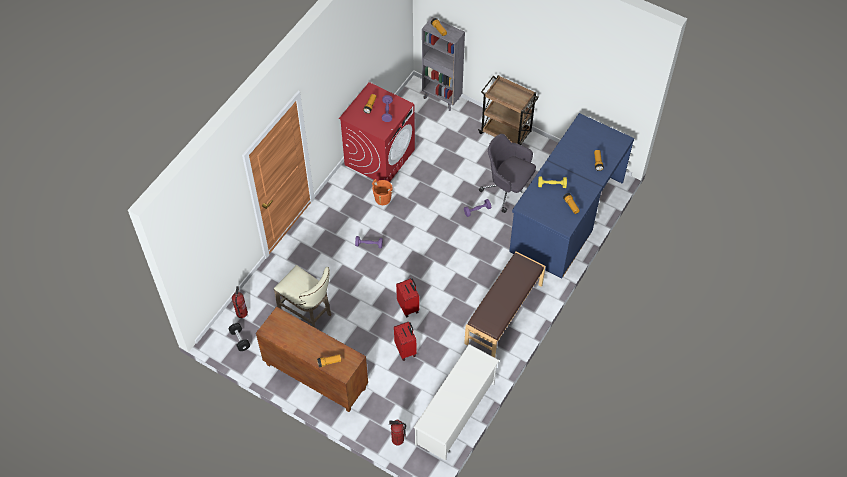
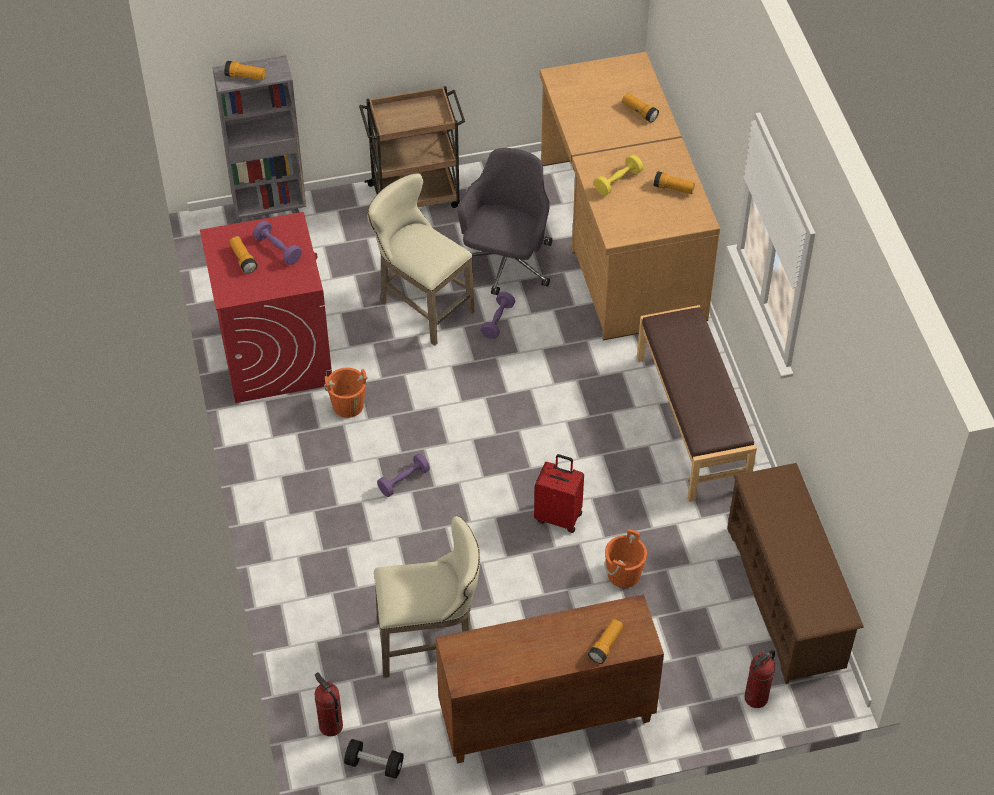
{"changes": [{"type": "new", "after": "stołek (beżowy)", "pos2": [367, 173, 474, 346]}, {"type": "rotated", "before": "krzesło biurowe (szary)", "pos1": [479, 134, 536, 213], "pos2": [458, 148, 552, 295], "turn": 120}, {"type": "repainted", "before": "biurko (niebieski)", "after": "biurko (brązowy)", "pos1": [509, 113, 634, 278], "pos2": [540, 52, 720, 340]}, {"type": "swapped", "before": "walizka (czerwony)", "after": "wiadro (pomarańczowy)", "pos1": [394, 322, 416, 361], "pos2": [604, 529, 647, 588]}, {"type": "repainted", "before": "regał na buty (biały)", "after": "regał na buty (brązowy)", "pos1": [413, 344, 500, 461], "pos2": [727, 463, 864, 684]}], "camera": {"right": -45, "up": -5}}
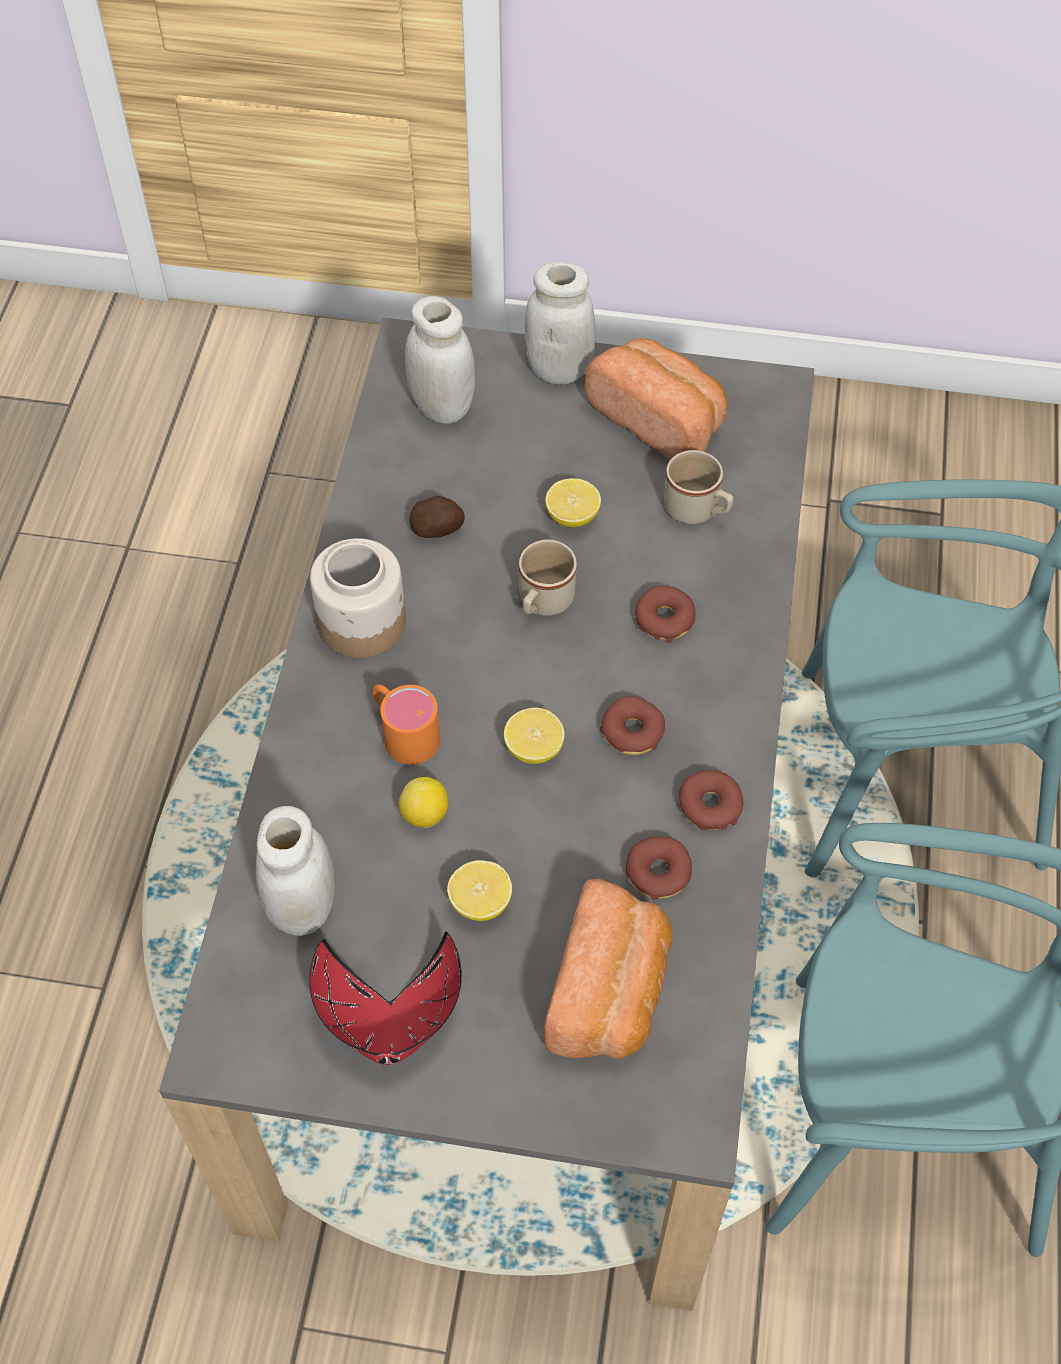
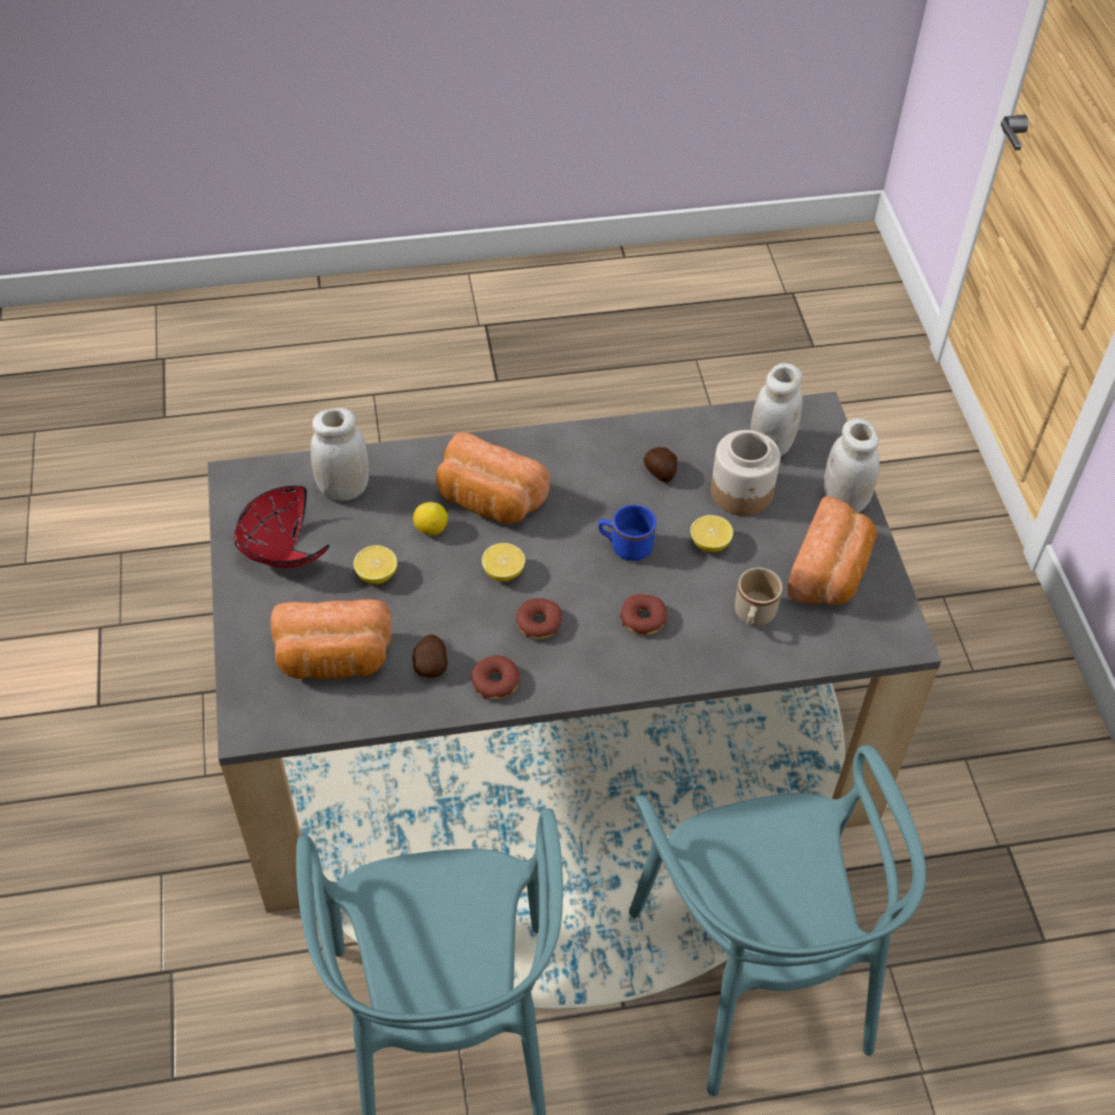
{"changes": [{"type": "swapped", "before": "donut", "after": "ziemniak", "pos1": [626, 837, 692, 900], "pos2": [412, 634, 448, 678]}, {"type": "swapped", "before": "kubek (pomarańczowy)", "after": "chleb", "pos1": [372, 684, 440, 765], "pos2": [436, 432, 550, 524]}, {"type": "repainted", "before": "kubek (beżowy)", "after": "kubek (niebieski)", "pos1": [519, 539, 577, 616], "pos2": [598, 505, 656, 561]}, {"type": "shifted", "before": "słoik", "pos1": [310, 538, 406, 658], "pos2": [711, 430, 780, 516]}], "camera": {"right": 70, "up": -5}}
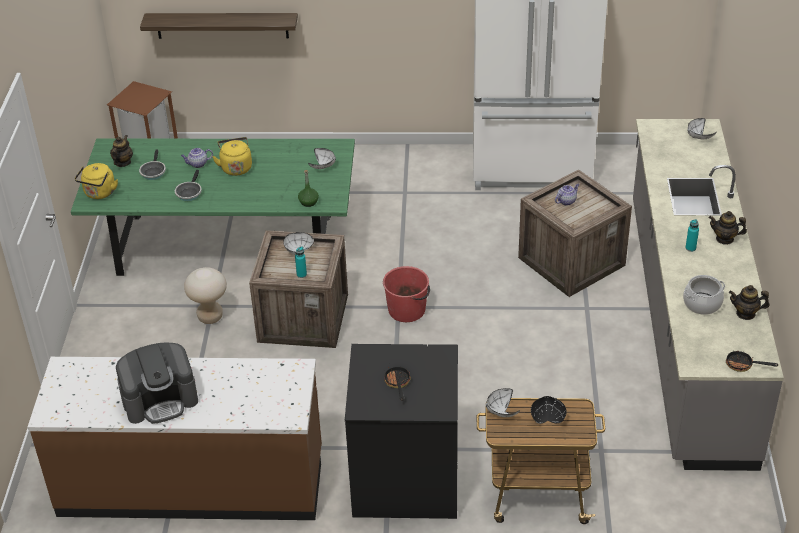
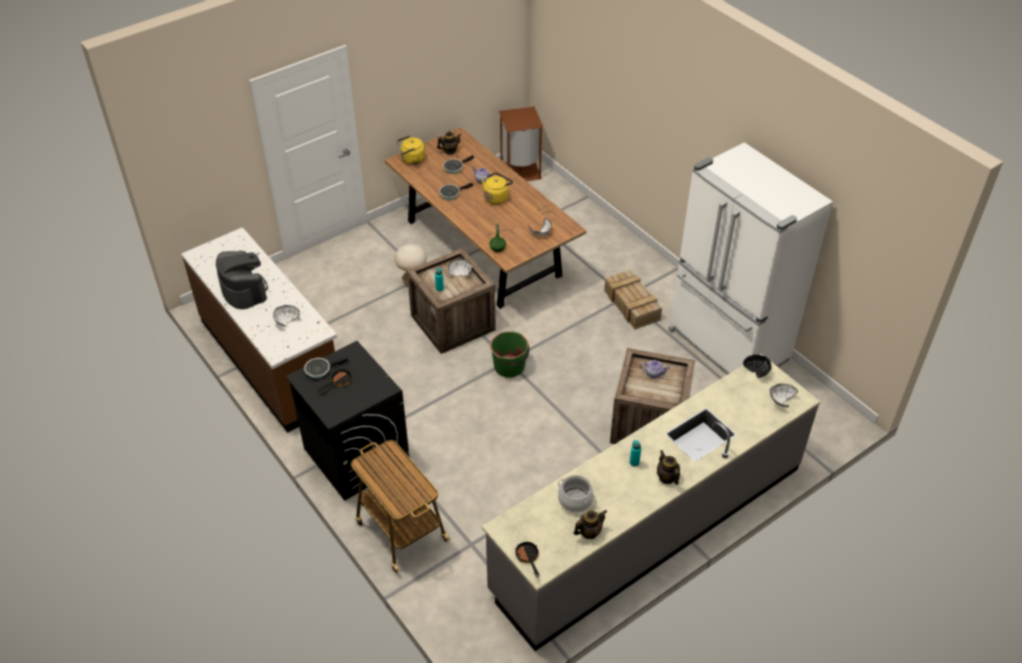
{"changes": [{"type": "rotated", "before": "ekspres do kawy", "pos1": [116, 342, 198, 424], "pos2": [216, 251, 268, 309], "turn": -150}, {"type": "shifted", "before": "miska (biały)", "pos1": [486, 388, 520, 417], "pos2": [273, 305, 300, 327]}, {"type": "new", "after": "patelnia", "pos2": [304, 357, 349, 378]}, {"type": "repainted", "before": "stół jadalny (zielony)", "after": "stół jadalny (brązowy)", "pos1": [71, 139, 355, 276], "pos2": [385, 127, 587, 309]}, {"type": "repainted", "before": "wiadro (czerwony)", "after": "wiadro (zielony)", "pos1": [383, 266, 430, 322], "pos2": [490, 331, 529, 378]}, {"type": "rotated", "before": "imbryk", "pos1": [729, 285, 770, 320], "pos2": [574, 510, 607, 539], "turn": 90}, {"type": "new", "after": "skrzynka", "pos2": [604, 270, 662, 329]}, {"type": "shifted", "before": "miska (czarny)", "pos1": [531, 396, 567, 424], "pos2": [743, 355, 772, 378]}, {"type": "gone", "before": "półka", "pos1": [140, 13, 298, 39]}], "camera": {"right": 50, "up": 5}}
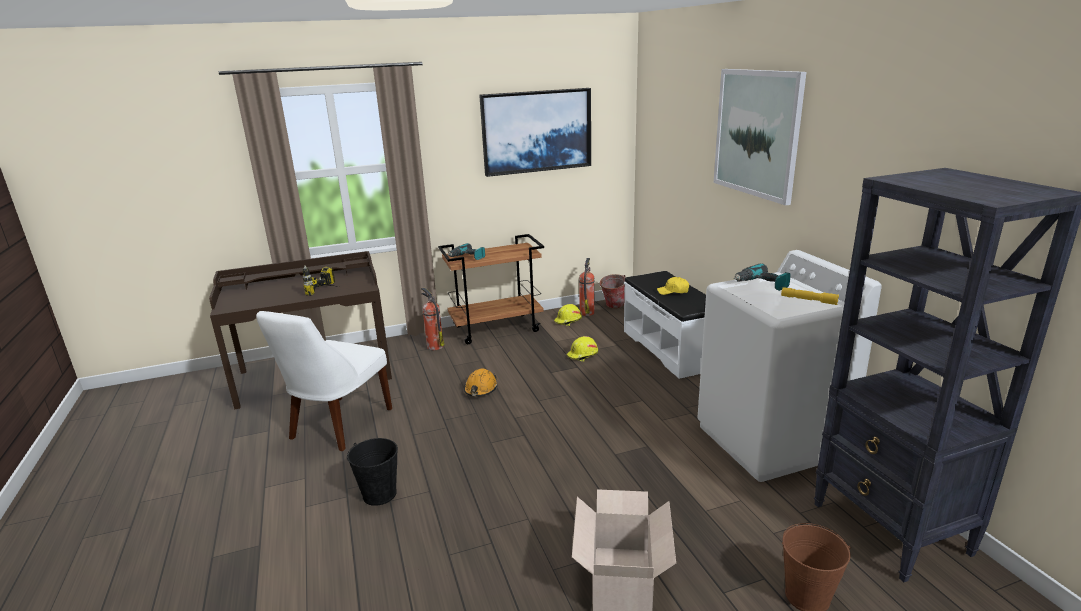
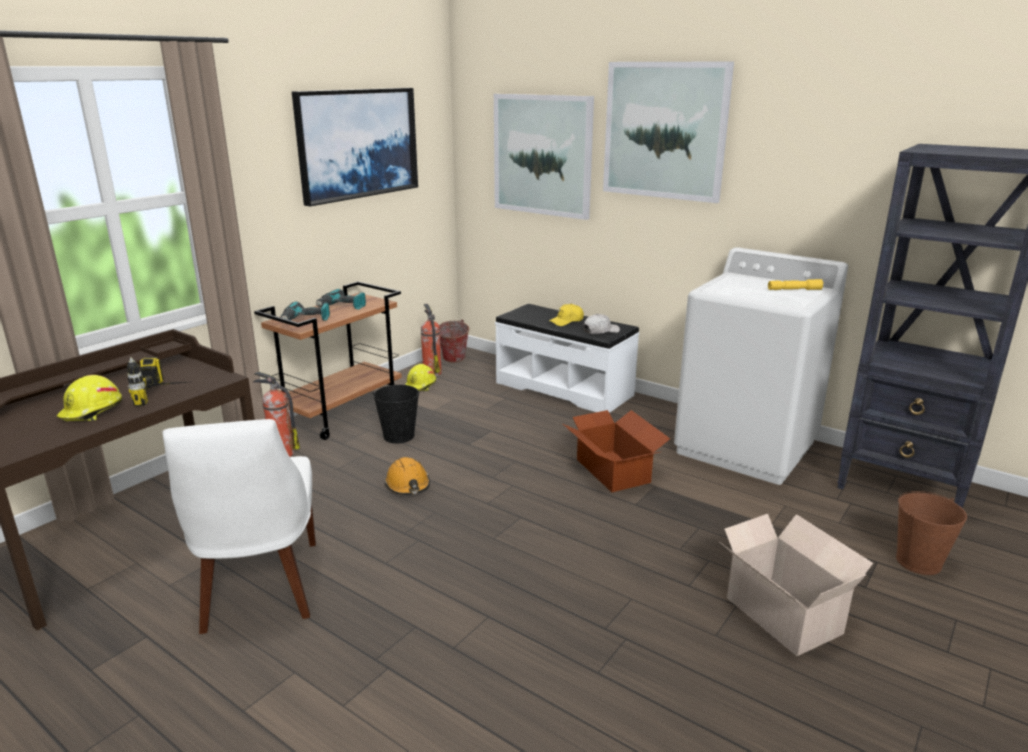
{"changes": [{"type": "shifted", "before": "kask (żółty)", "pos1": [567, 336, 598, 362], "pos2": [57, 375, 122, 421]}, {"type": "shifted", "before": "wiertarka", "pos1": [734, 264, 791, 291], "pos2": [316, 289, 366, 310]}, {"type": "shifted", "before": "wiadro (czarny)", "pos1": [347, 438, 398, 506], "pos2": [373, 385, 420, 443]}, {"type": "new", "after": "obraz", "pos2": [494, 94, 594, 220]}, {"type": "new", "after": "karton", "pos2": [563, 410, 670, 492]}, {"type": "new", "after": "czapka z daszkiem (biały)", "pos2": [583, 314, 620, 334]}], "camera": {"right": -35, "up": 0}}
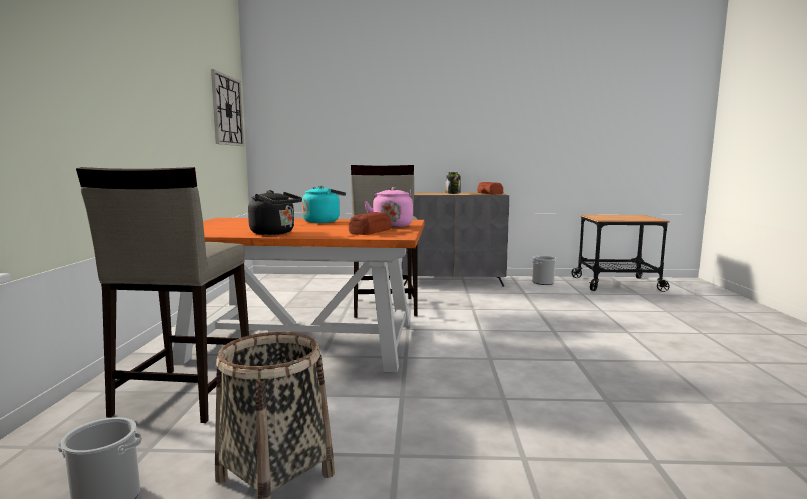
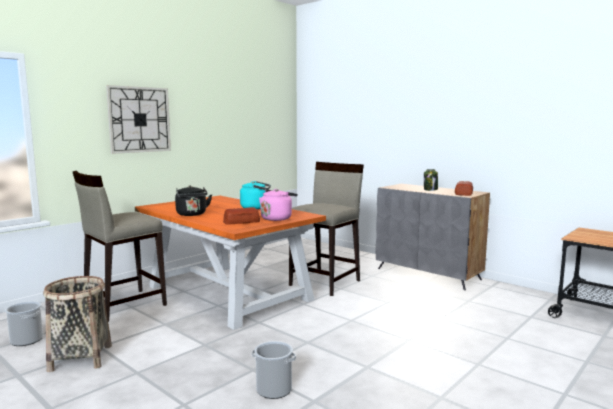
{"changes": [{"type": "shifted", "before": "zegar ścienny", "pos1": [211, 69, 244, 146], "pos2": [106, 85, 171, 154]}, {"type": "shifted", "before": "wiadro", "pos1": [532, 256, 556, 285], "pos2": [252, 341, 296, 399]}], "camera": {"right": 40, "up": 0}}
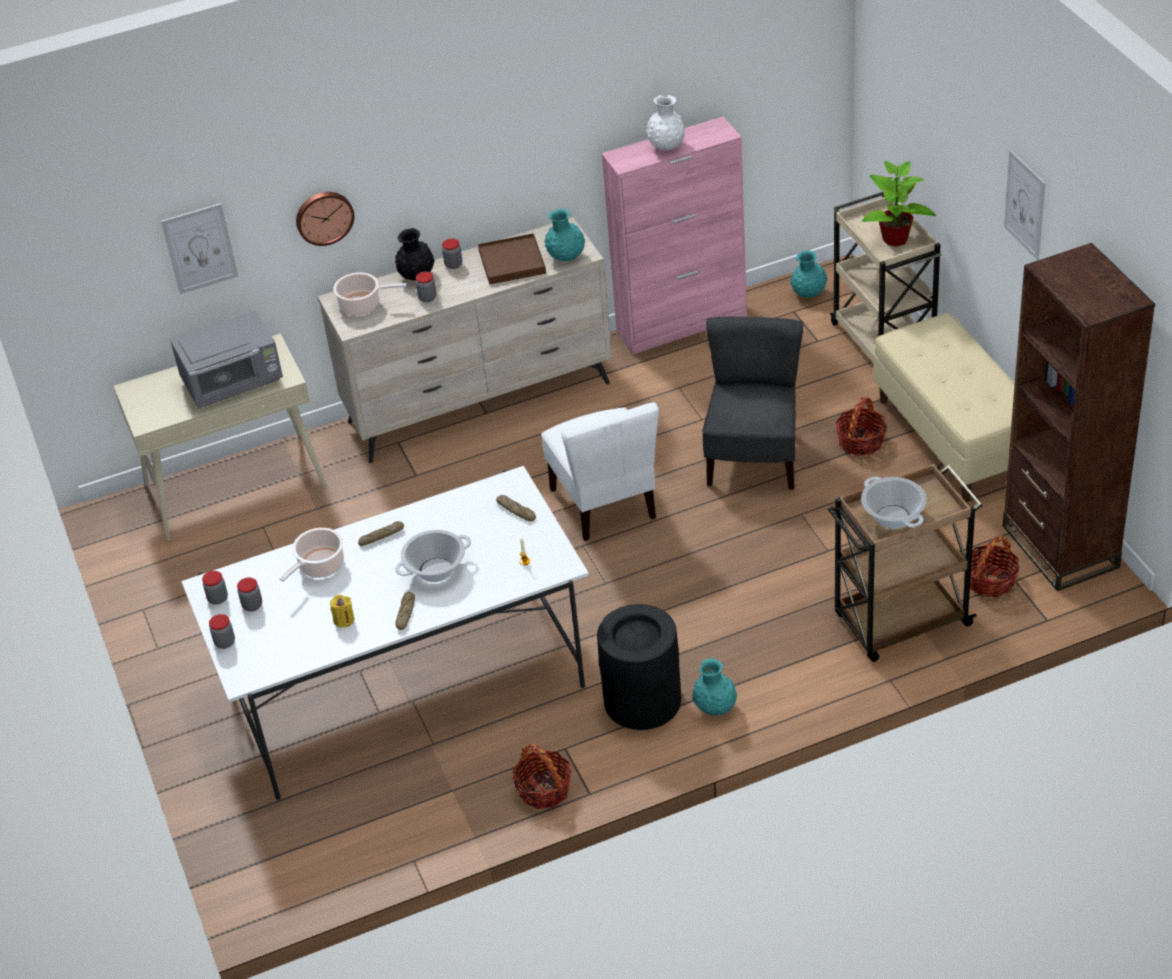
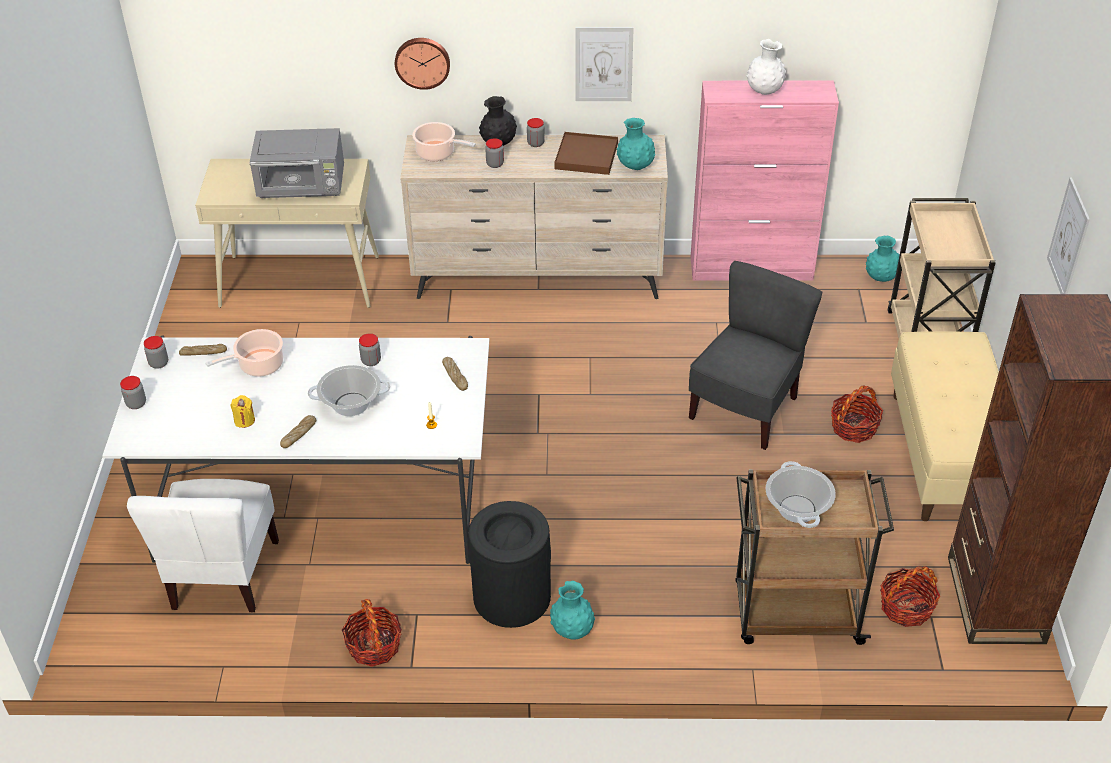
{"changes": [{"type": "shifted", "before": "krzesło (biały)", "pos1": [541, 402, 659, 541], "pos2": [127, 479, 279, 612]}, {"type": "shifted", "before": "chleb", "pos1": [358, 521, 404, 546], "pos2": [179, 344, 227, 355]}, {"type": "shifted", "before": "słoik", "pos1": [237, 577, 262, 611], "pos2": [359, 334, 381, 366]}, {"type": "shifted", "before": "obraz", "pos1": [161, 203, 238, 294], "pos2": [575, 27, 634, 101]}, {"type": "gone", "before": "roślina doniczkowa", "pos1": [862, 161, 936, 247]}], "camera": {"right": 20, "up": 0}}
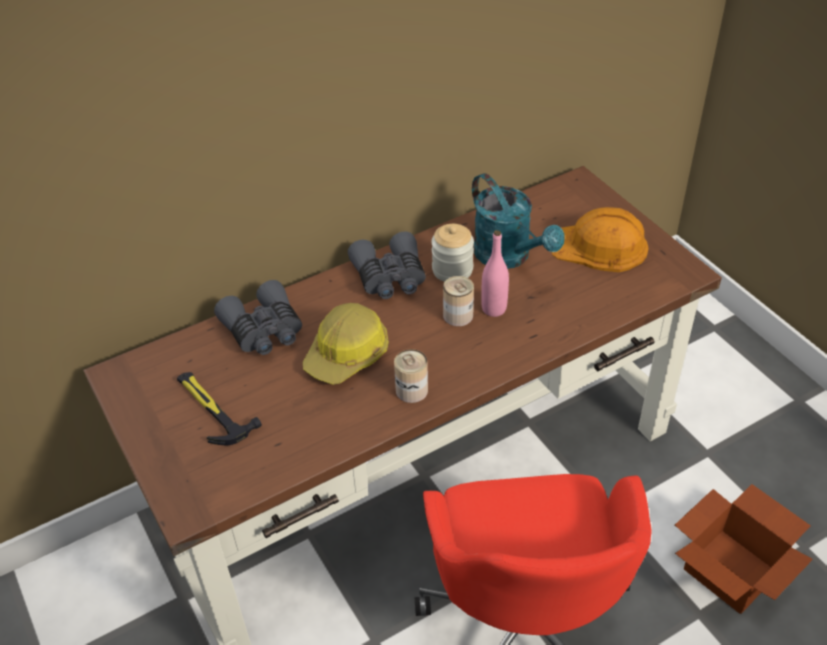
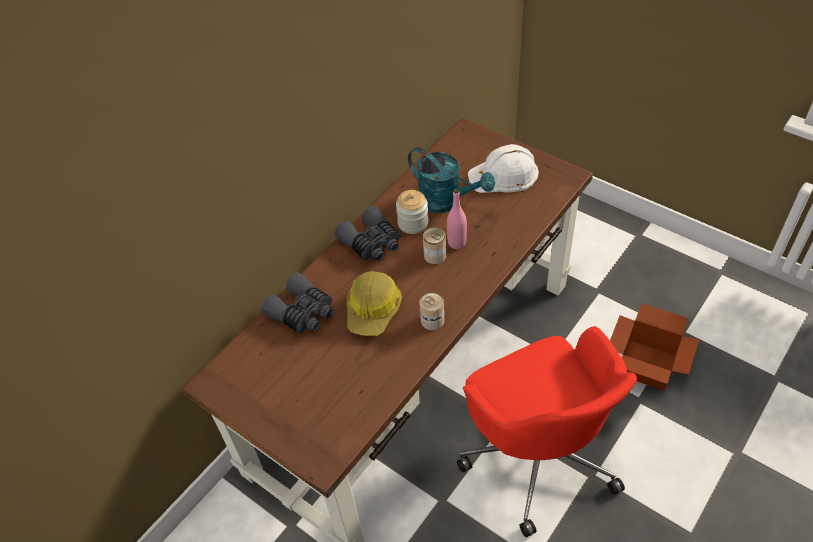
{"changes": [{"type": "repainted", "before": "kask (pomarańczowy)", "after": "kask (biały)", "pos1": [552, 207, 649, 272], "pos2": [468, 144, 539, 193]}, {"type": "gone", "before": "młotek", "pos1": [177, 372, 262, 445]}], "camera": {"right": -20, "up": 5}}
